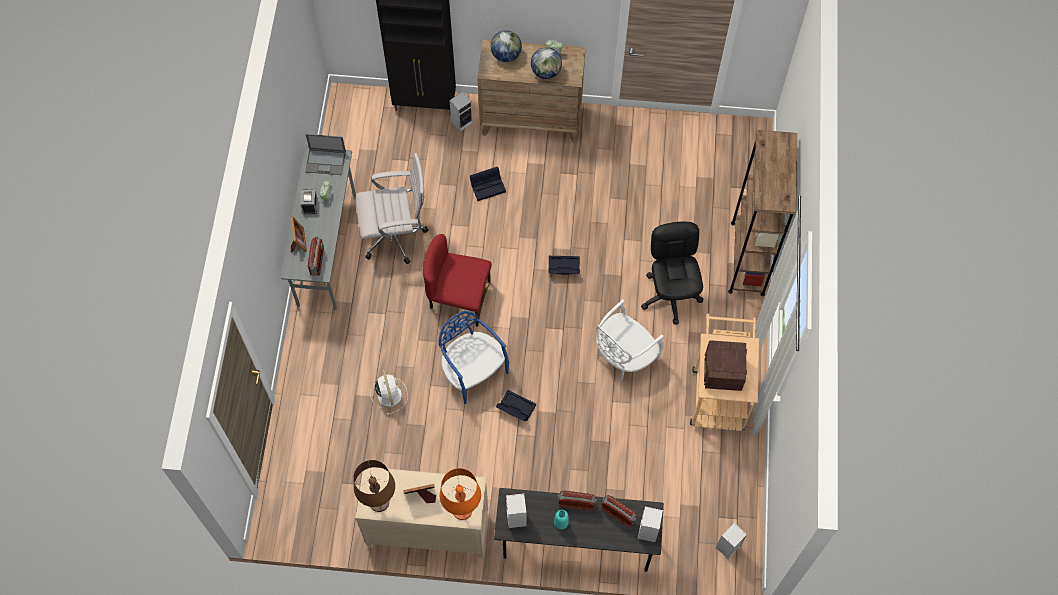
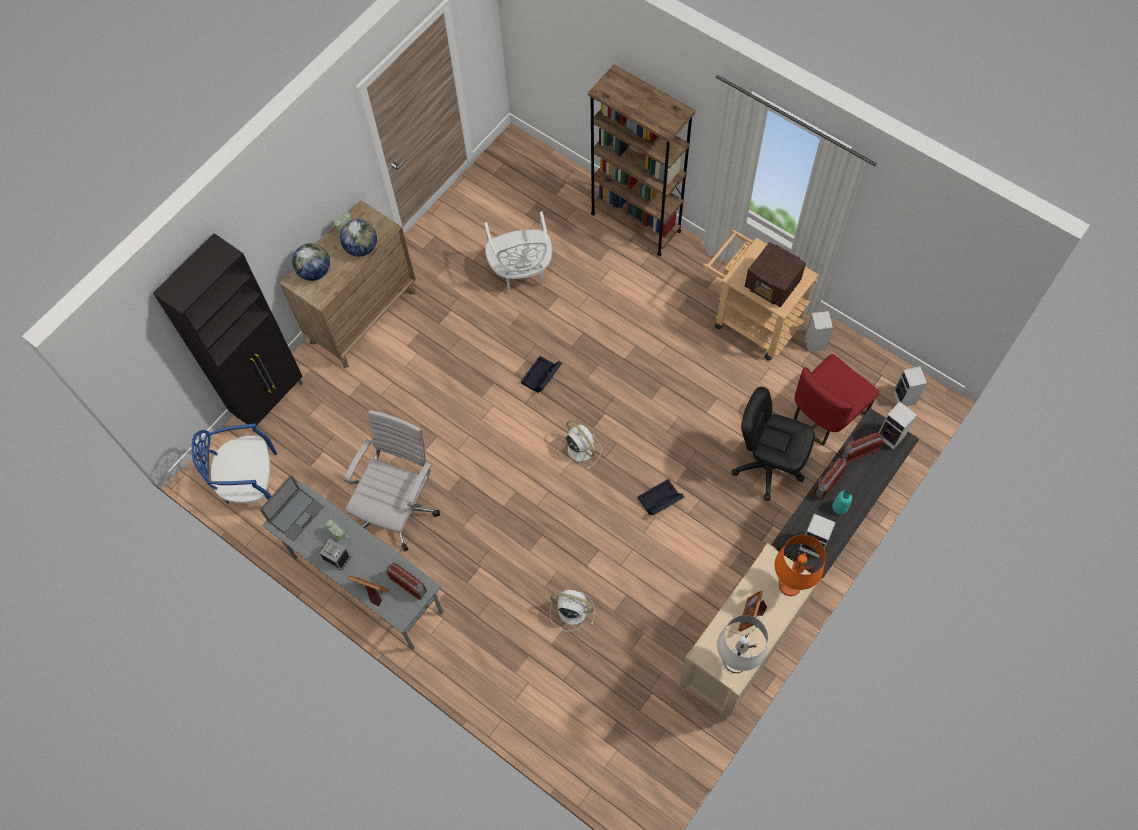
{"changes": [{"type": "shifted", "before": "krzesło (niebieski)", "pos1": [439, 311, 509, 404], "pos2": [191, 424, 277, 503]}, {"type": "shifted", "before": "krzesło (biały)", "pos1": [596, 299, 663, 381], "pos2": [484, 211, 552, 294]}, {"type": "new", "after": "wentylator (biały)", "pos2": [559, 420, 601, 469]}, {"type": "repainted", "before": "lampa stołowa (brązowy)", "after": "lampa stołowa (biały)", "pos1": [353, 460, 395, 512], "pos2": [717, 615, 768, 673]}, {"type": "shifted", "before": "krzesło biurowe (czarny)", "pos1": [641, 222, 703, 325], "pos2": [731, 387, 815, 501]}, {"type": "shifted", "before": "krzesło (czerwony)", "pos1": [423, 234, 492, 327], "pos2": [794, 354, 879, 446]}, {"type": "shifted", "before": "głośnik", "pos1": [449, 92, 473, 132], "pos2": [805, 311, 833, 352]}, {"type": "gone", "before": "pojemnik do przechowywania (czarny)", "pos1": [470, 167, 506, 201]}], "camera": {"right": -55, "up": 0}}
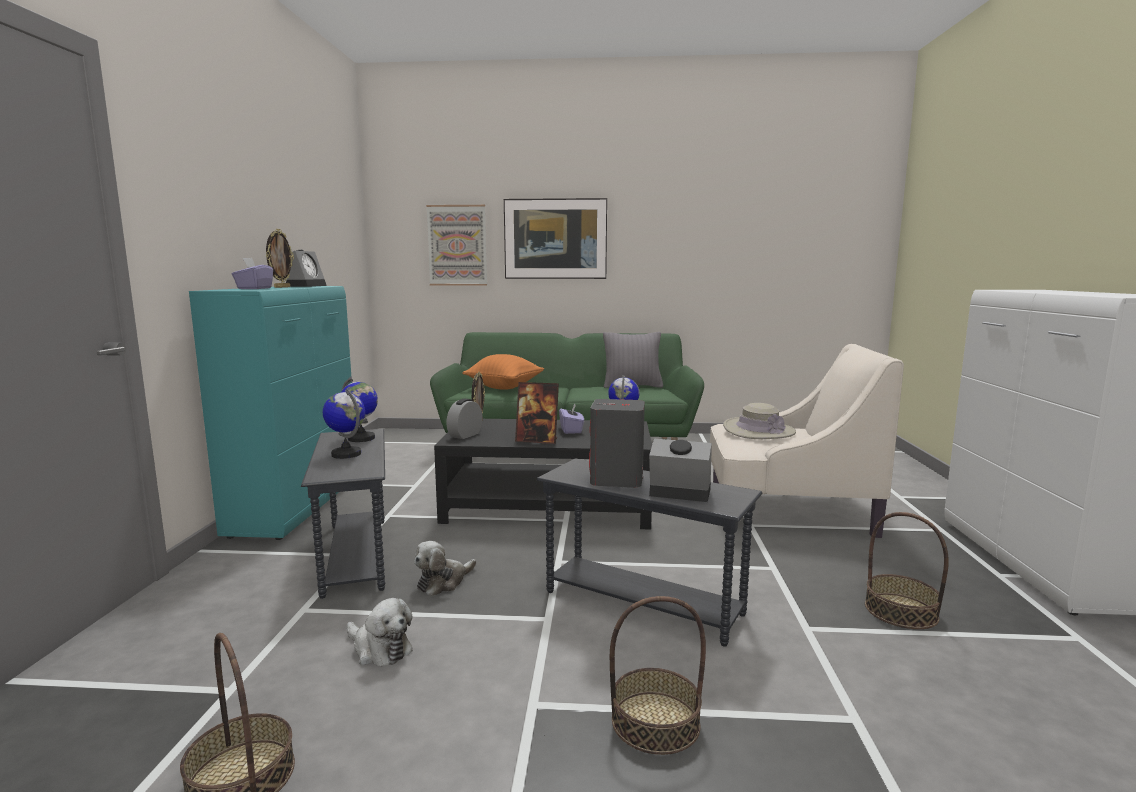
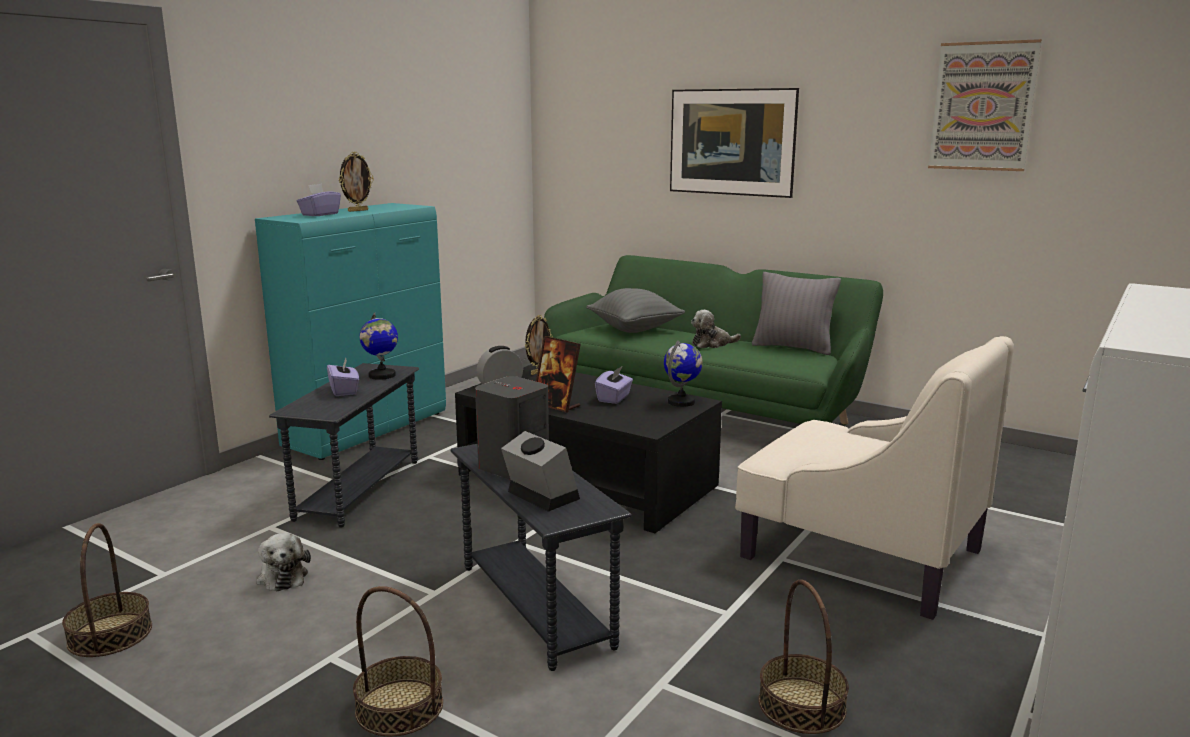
{"changes": [{"type": "swapped", "before": "globus", "after": "pudełko chusteczek (fioletowy)", "pos1": [323, 389, 365, 459], "pos2": [327, 358, 359, 396]}, {"type": "repainted", "before": "poduszka (pomarańczowy)", "after": "poduszka (szary)", "pos1": [462, 354, 544, 390], "pos2": [586, 288, 685, 333]}, {"type": "shifted", "before": "pluszak", "pos1": [414, 541, 476, 596], "pos2": [691, 310, 741, 348]}, {"type": "shifted", "before": "obraz", "pos1": [426, 205, 487, 286], "pos2": [928, 39, 1042, 171]}, {"type": "gone", "before": "budzik", "pos1": [286, 250, 327, 287]}, {"type": "gone", "before": "kapelusz (beżowy)", "pos1": [723, 403, 796, 439]}], "camera": {"right": 30, "up": 5}}
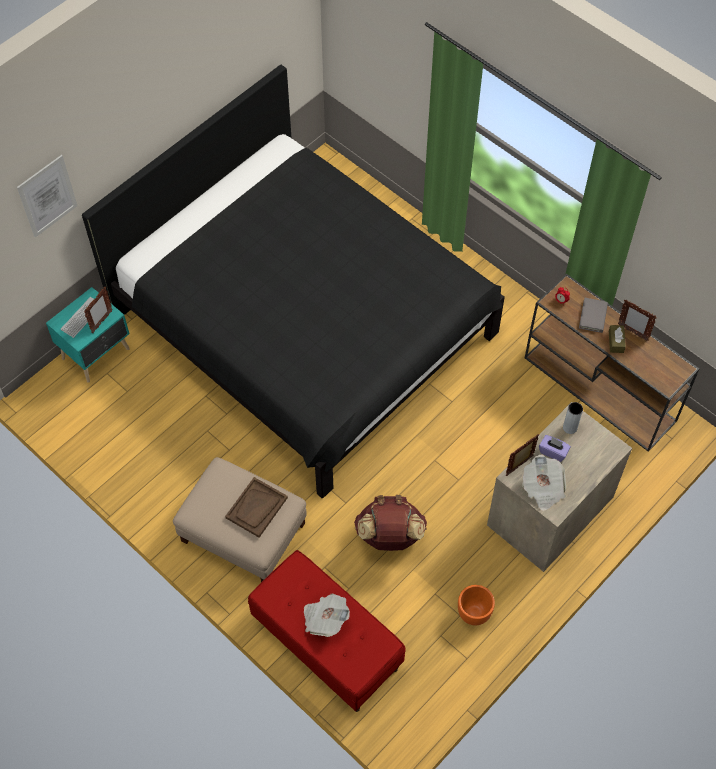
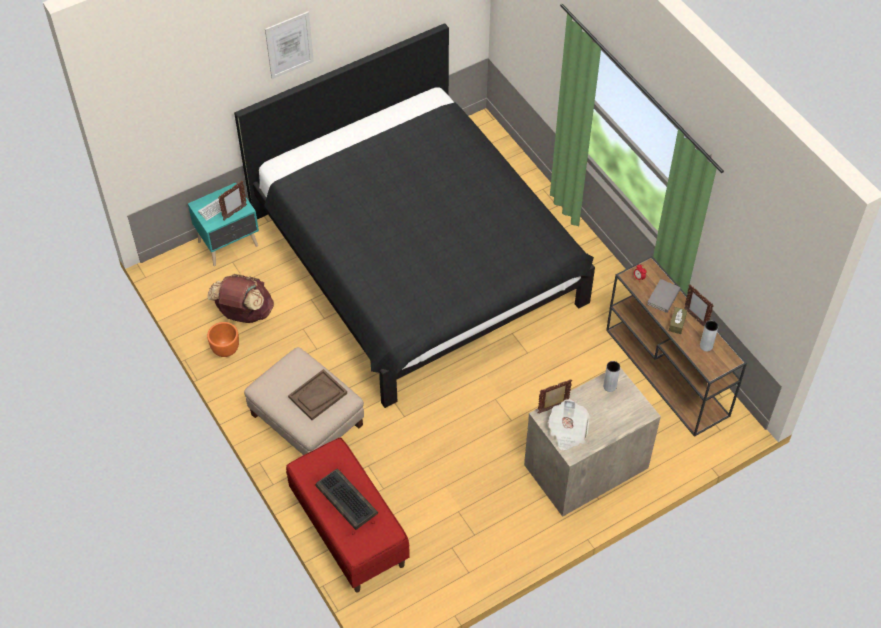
{"changes": [{"type": "shifted", "before": "plecak (brązowy)", "pos1": [354, 495, 427, 551], "pos2": [207, 274, 274, 323]}, {"type": "shifted", "before": "donica (pomarańczowy)", "pos1": [458, 585, 495, 625], "pos2": [207, 322, 239, 357]}, {"type": "shifted", "before": "obraz", "pos1": [17, 155, 77, 238], "pos2": [265, 11, 314, 79]}, {"type": "swapped", "before": "gazeta", "after": "klawiatura", "pos1": [304, 594, 350, 637], "pos2": [316, 469, 378, 530]}, {"type": "new", "after": "wazon (szary)", "pos2": [700, 320, 718, 351]}, {"type": "gone", "before": "pudełko chusteczek (fioletowy)", "pos1": [539, 435, 571, 462]}], "camera": {"right": 15, "up": -5}}
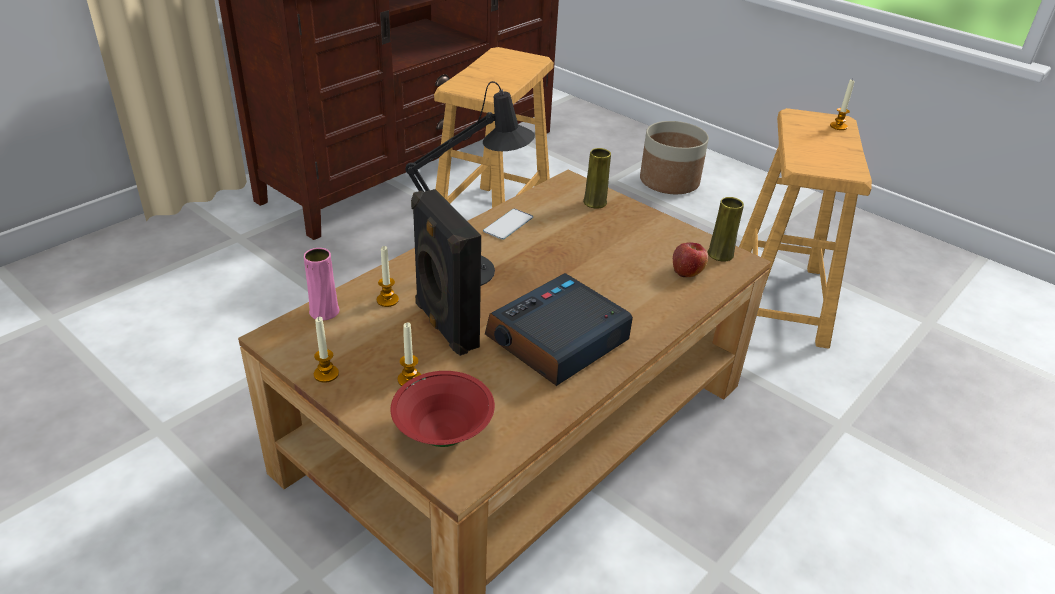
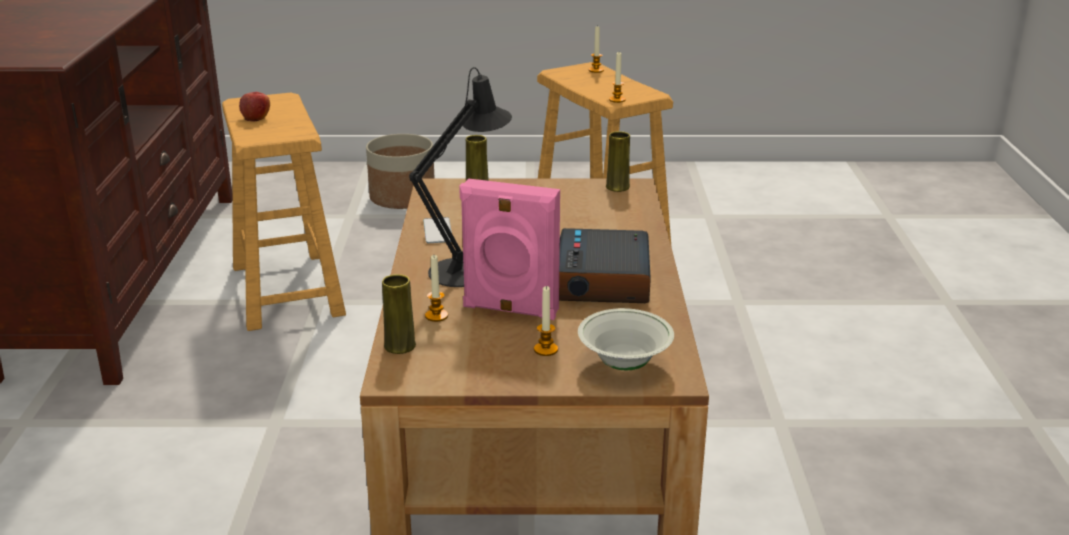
{"changes": [{"type": "shifted", "before": "jabłko", "pos1": [673, 242, 708, 277], "pos2": [239, 92, 270, 122]}, {"type": "repainted", "before": "wazon (różowy)", "after": "wazon (żółty)", "pos1": [304, 248, 339, 320], "pos2": [382, 274, 416, 354]}, {"type": "repainted", "before": "głośnik (czarny)", "after": "głośnik (różowy)", "pos1": [411, 189, 481, 356], "pos2": [459, 179, 560, 320]}, {"type": "repainted", "before": "miska (czerwony)", "after": "miska (biały)", "pos1": [391, 371, 495, 447], "pos2": [578, 308, 674, 370]}, {"type": "shifted", "before": "świeca", "pos1": [314, 317, 339, 383], "pos2": [609, 52, 626, 103]}], "camera": {"right": -40, "up": -10}}
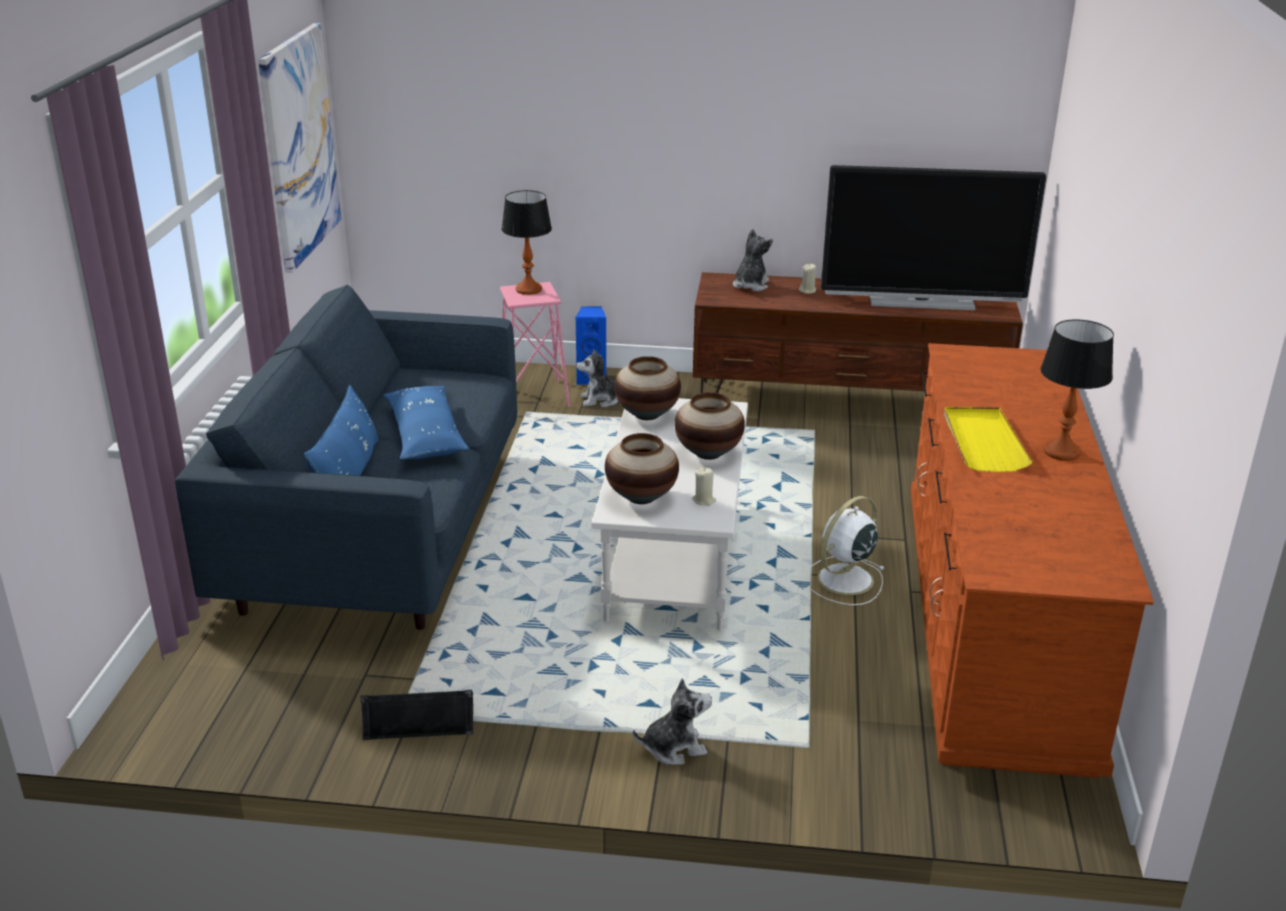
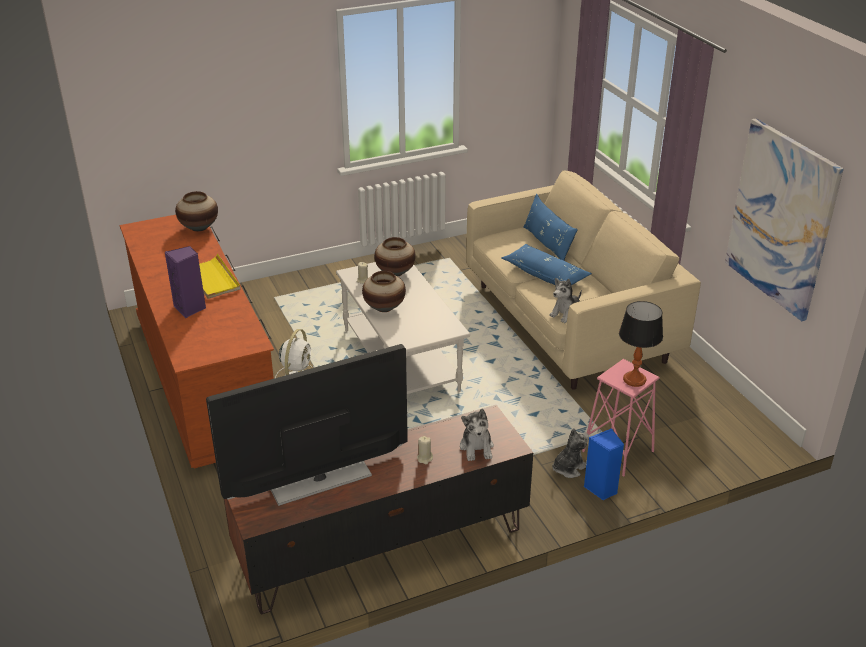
{"changes": [{"type": "new", "after": "głośnik (fioletowy)", "pos2": [165, 246, 206, 318]}, {"type": "shifted", "before": "wazon", "pos1": [614, 356, 681, 420], "pos2": [175, 191, 218, 232]}, {"type": "repainted", "before": "kanapa (niebieski)", "after": "kanapa (beżowy)", "pos1": [175, 285, 517, 630], "pos2": [466, 170, 701, 389]}, {"type": "shifted", "before": "pluszak", "pos1": [633, 678, 712, 765], "pos2": [549, 278, 582, 323]}, {"type": "gone", "before": "głośnik (czarny)", "pos1": [361, 690, 473, 740]}, {"type": "gone", "before": "lampa stołowa", "pos1": [1040, 319, 1114, 461]}], "camera": {"right": 150, "up": 5}}
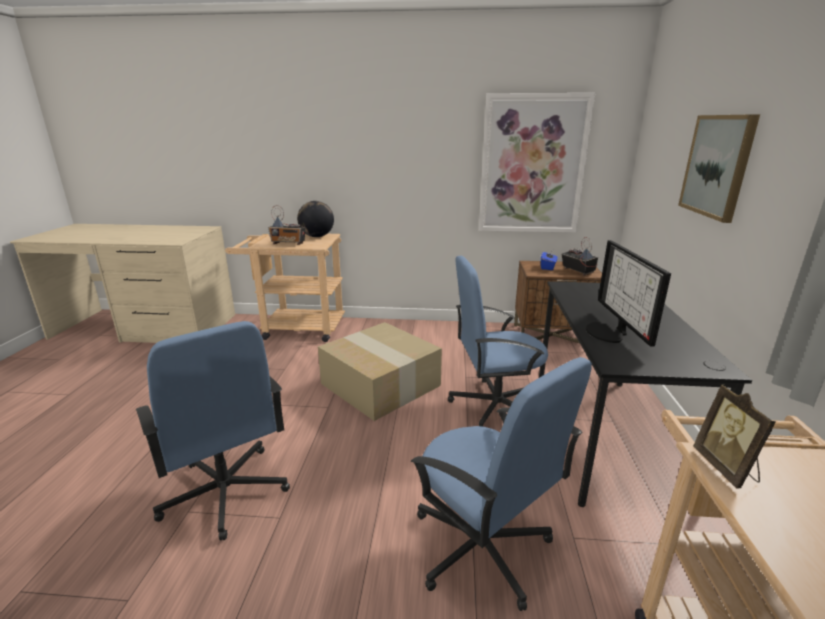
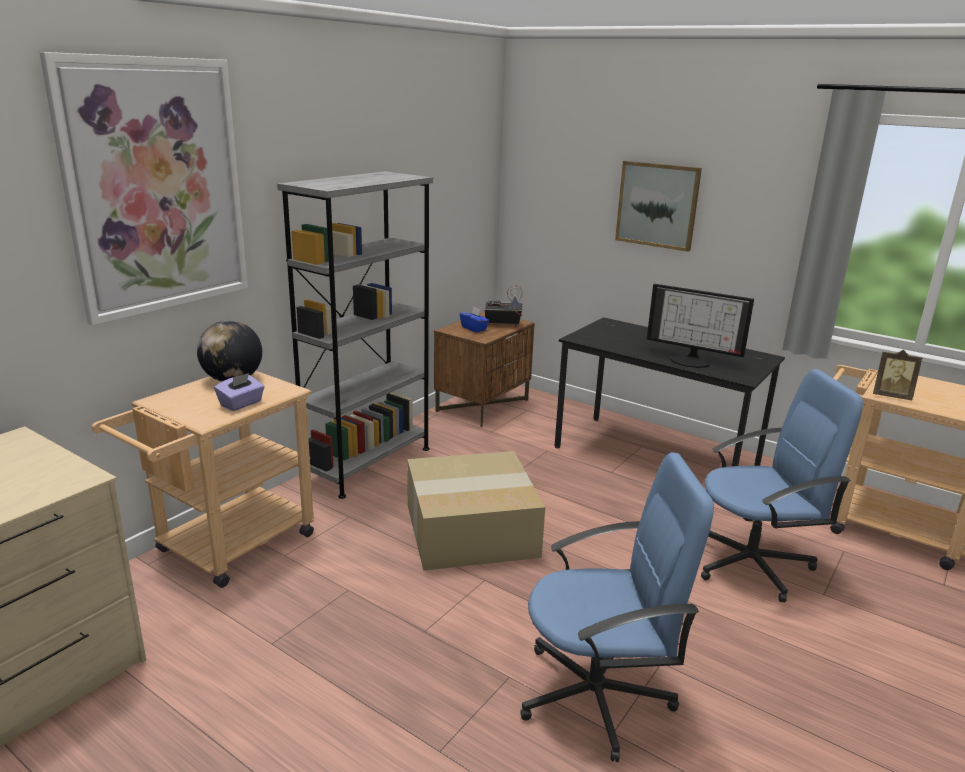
{"changes": [{"type": "shifted", "before": "obraz", "pos1": [479, 93, 595, 233], "pos2": [39, 52, 248, 325]}, {"type": "swapped", "before": "radio", "after": "pudełko chusteczek (fioletowy)", "pos1": [268, 205, 306, 245], "pos2": [214, 373, 265, 411]}, {"type": "new", "after": "regał (szary)", "pos2": [277, 171, 433, 499]}, {"type": "gone", "before": "krzesło biurowe (niebieski)", "pos1": [448, 256, 548, 427]}], "camera": {"right": -60, "up": 0}}
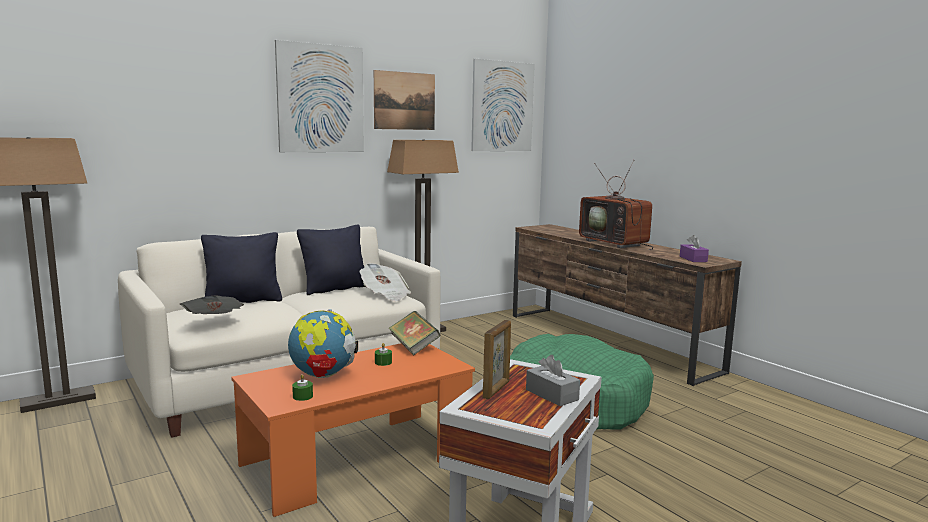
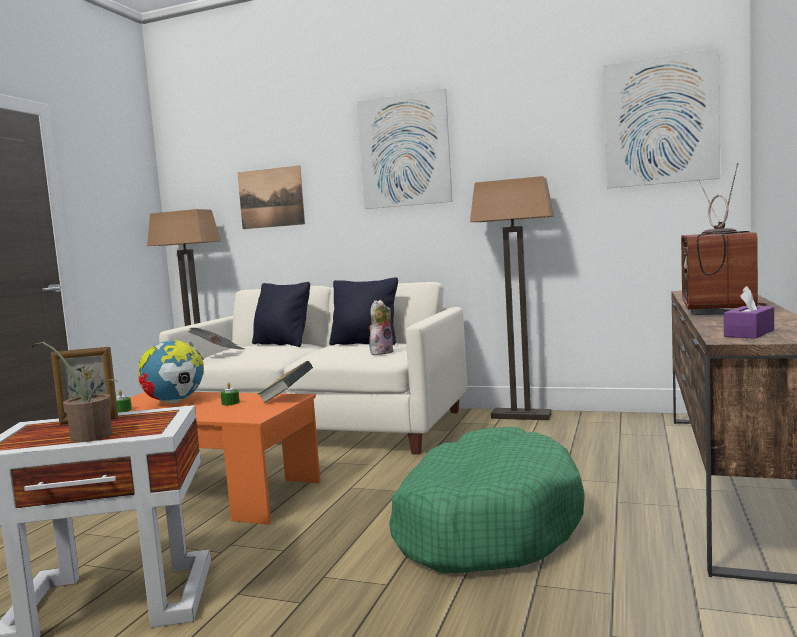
{"changes": [{"type": "swapped", "before": "pudełko chusteczek (szary)", "after": "roślina doniczkowa", "pos1": [526, 355, 580, 406], "pos2": [33, 342, 118, 442]}, {"type": "shifted", "before": "obraz", "pos1": [374, 70, 435, 130], "pos2": [238, 165, 305, 229]}, {"type": "swapped", "before": "gazeta", "after": "pluszak", "pos1": [360, 263, 411, 302], "pos2": [369, 300, 393, 355]}], "camera": {"right": 55, "up": -5}}
